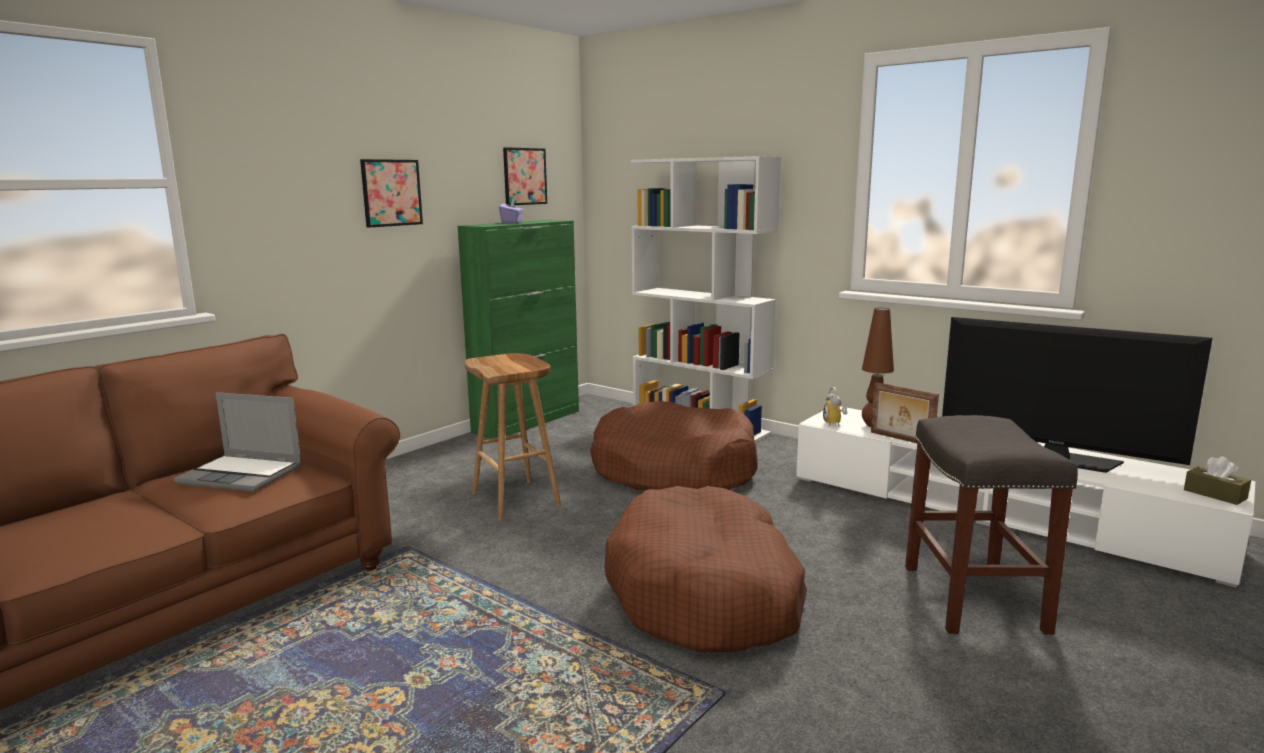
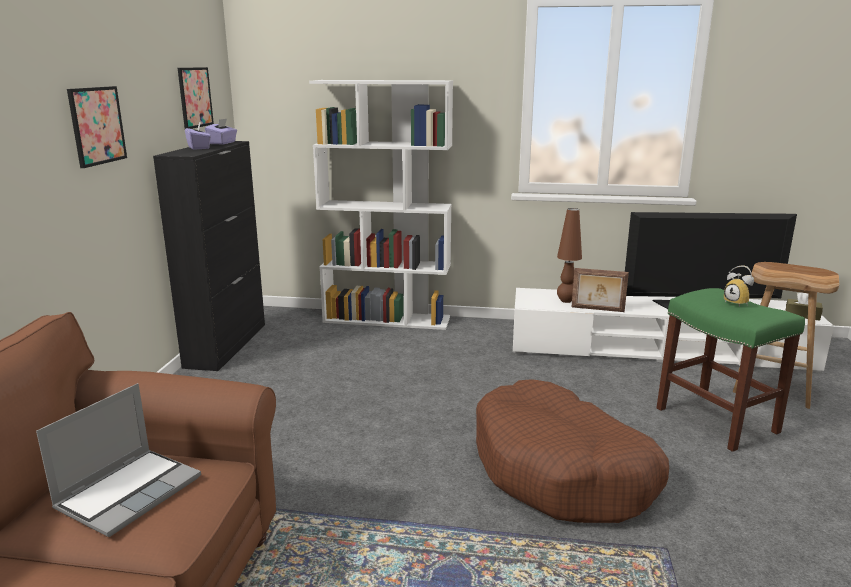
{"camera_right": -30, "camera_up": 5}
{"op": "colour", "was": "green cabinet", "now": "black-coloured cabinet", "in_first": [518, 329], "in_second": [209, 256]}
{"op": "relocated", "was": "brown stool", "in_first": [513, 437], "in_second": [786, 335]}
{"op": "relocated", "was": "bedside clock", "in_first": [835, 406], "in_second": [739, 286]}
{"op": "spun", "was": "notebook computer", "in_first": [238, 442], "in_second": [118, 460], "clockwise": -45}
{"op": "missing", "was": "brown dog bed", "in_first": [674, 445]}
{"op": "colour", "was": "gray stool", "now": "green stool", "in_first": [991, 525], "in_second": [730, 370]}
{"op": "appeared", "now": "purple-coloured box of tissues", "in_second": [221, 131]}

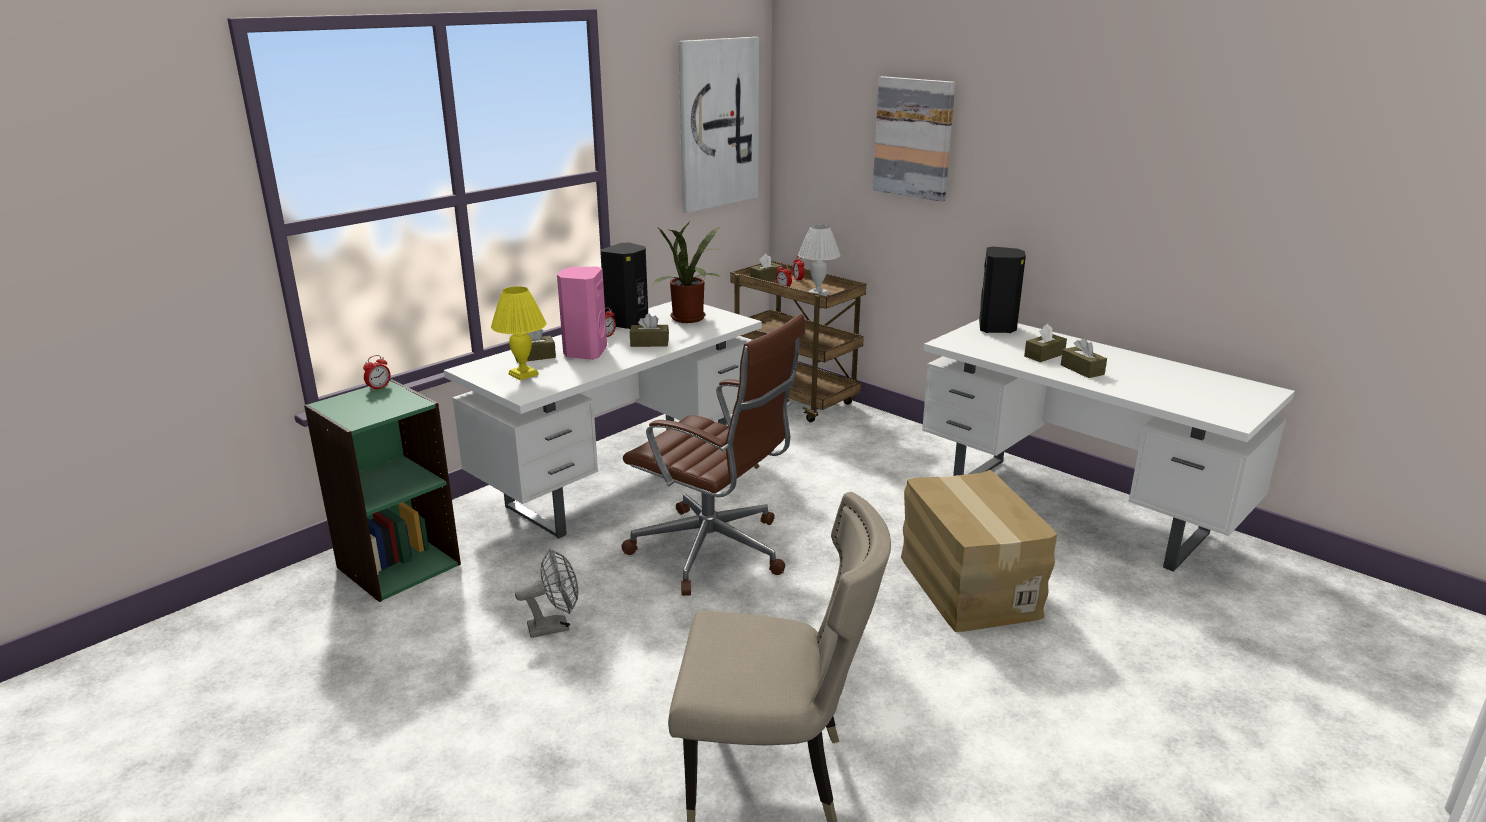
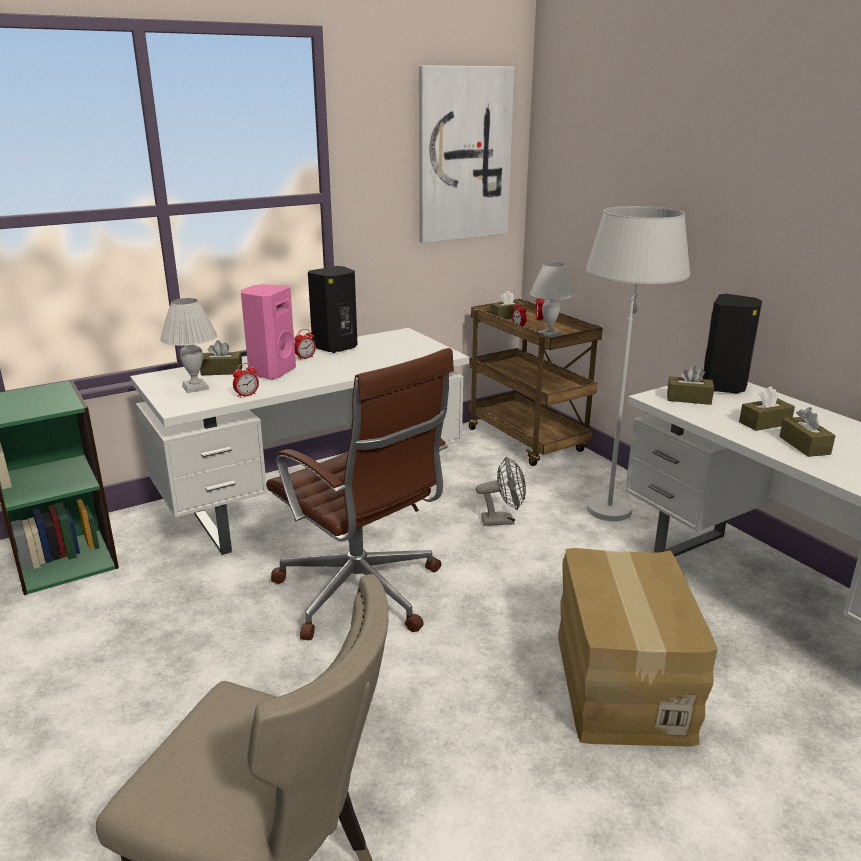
{"camera_right": 15, "camera_up": 0}
{"op": "missing", "was": "picture", "in_first": [914, 139]}
{"op": "missing", "was": "potted plant", "in_first": [687, 271]}
{"op": "colour", "was": "yellow-coloured tabletop lamp", "now": "whitish tabletop lamp", "in_first": [519, 333], "in_second": [189, 345]}
{"op": "relocated", "was": "brown box of tissues", "in_first": [649, 330], "in_second": [690, 385]}
{"op": "relocated", "was": "bedside clock", "in_first": [376, 373], "in_second": [246, 380]}
{"op": "relocated", "was": "gray fan", "in_first": [546, 593], "in_second": [501, 491]}
{"op": "appeared", "now": "whitish standard lamp", "in_second": [638, 363]}

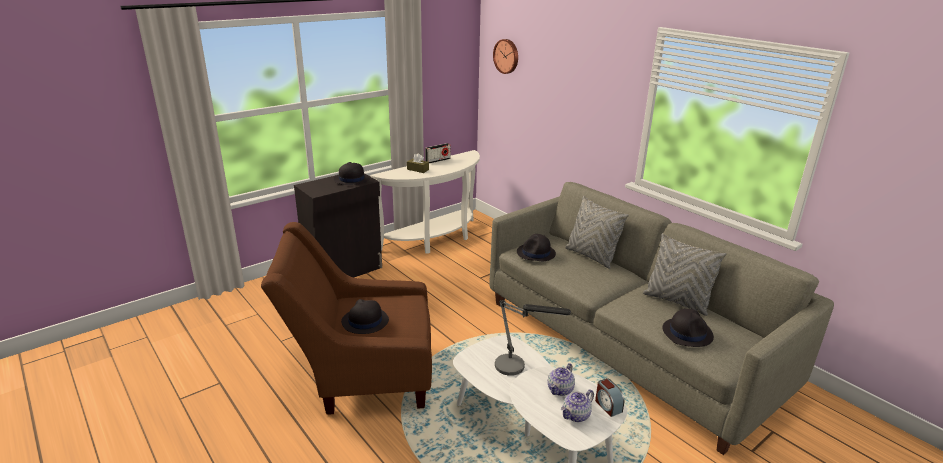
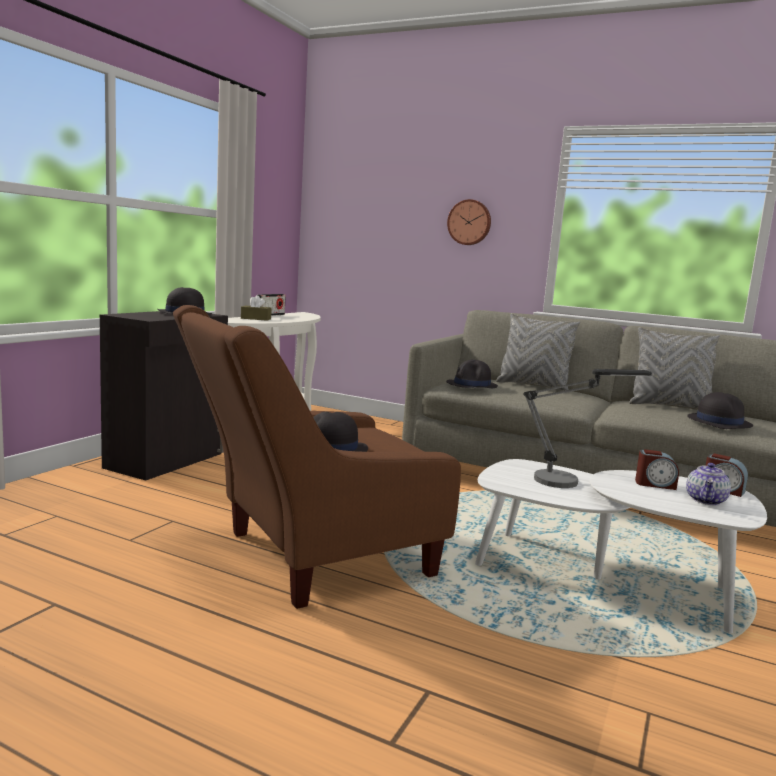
{"camera_right": -25, "camera_up": -15}
{"op": "relocated", "was": "hanging clock", "in_first": [505, 56], "in_second": [469, 222]}
{"op": "exchanged", "was": "teapot", "now": "bedside clock", "in_first": [561, 379], "in_second": [657, 469]}

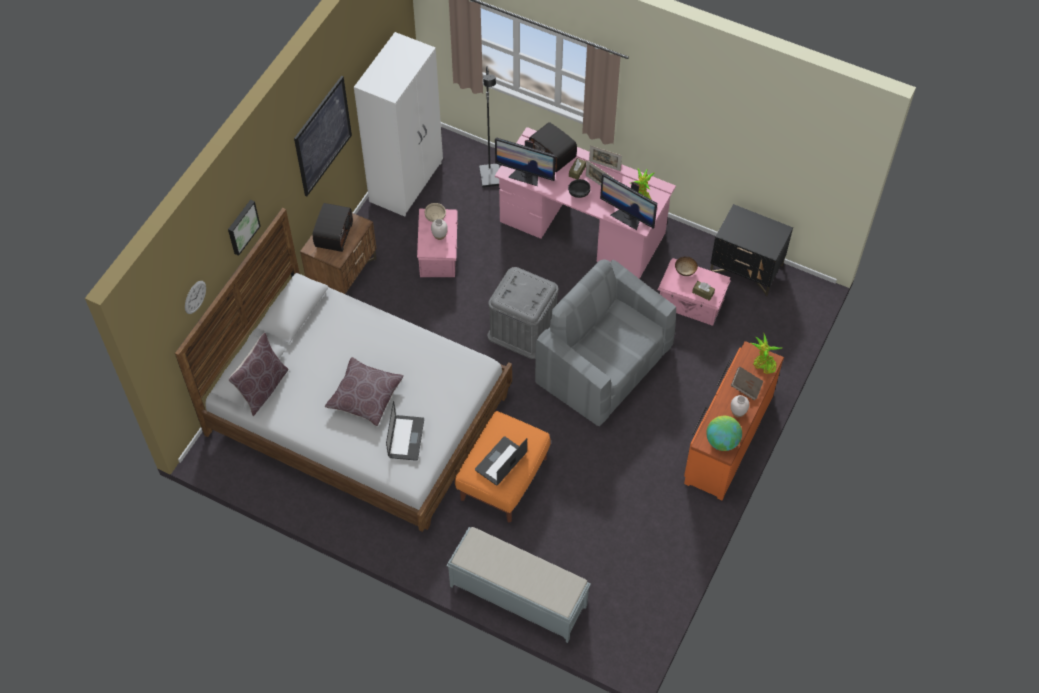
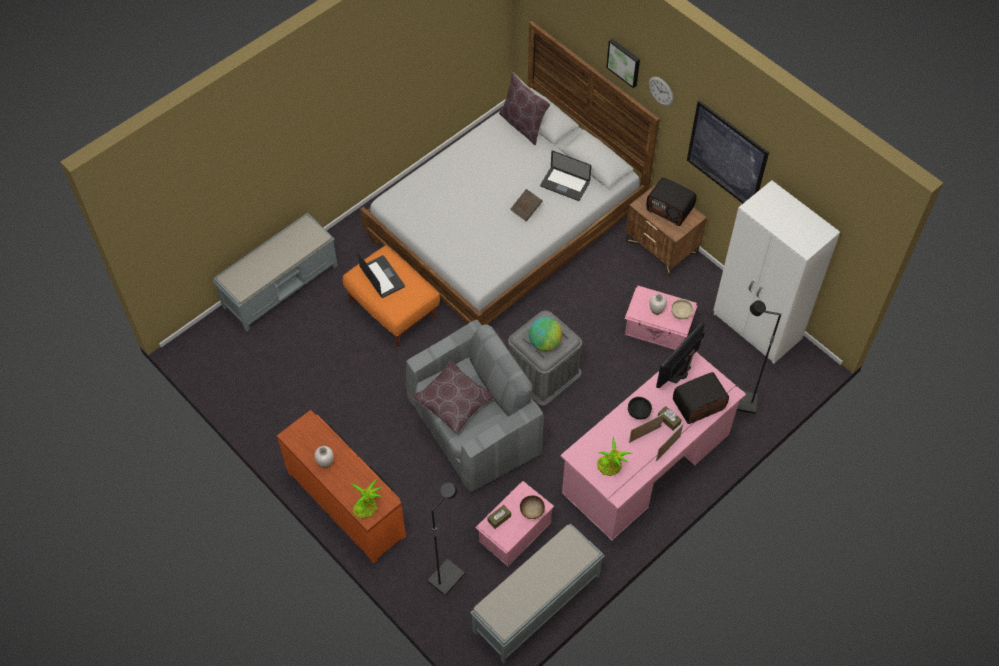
{"camera_right": 110, "camera_up": 0}
{"op": "missing", "was": "computer display", "in_first": [628, 201]}
{"op": "exchanged", "was": "black-coloured nightstand", "now": "gray indoor bench", "in_first": [751, 250], "in_second": [537, 594]}
{"op": "relocated", "was": "hanging clock", "in_first": [195, 297], "in_second": [661, 91]}
{"op": "relocated", "was": "brown throw pillow", "in_first": [364, 391], "in_second": [453, 397]}
{"op": "relocated", "was": "brown volume", "in_first": [747, 383], "in_second": [526, 205]}
{"op": "relocated", "was": "notebook computer", "in_first": [405, 431], "in_second": [566, 176]}
{"op": "relocated", "was": "globe", "in_first": [724, 433], "in_second": [545, 334]}
{"op": "appeared", "now": "black-coloured standard lamp", "in_second": [446, 539]}

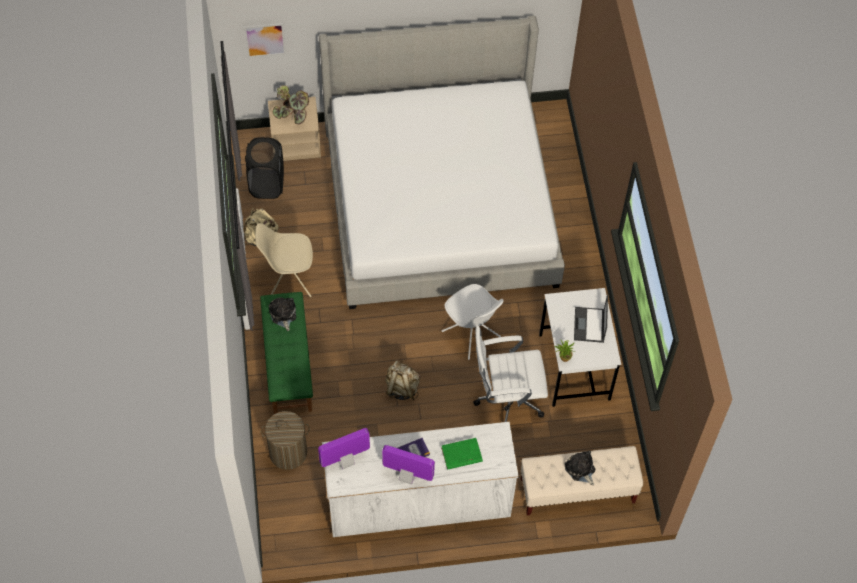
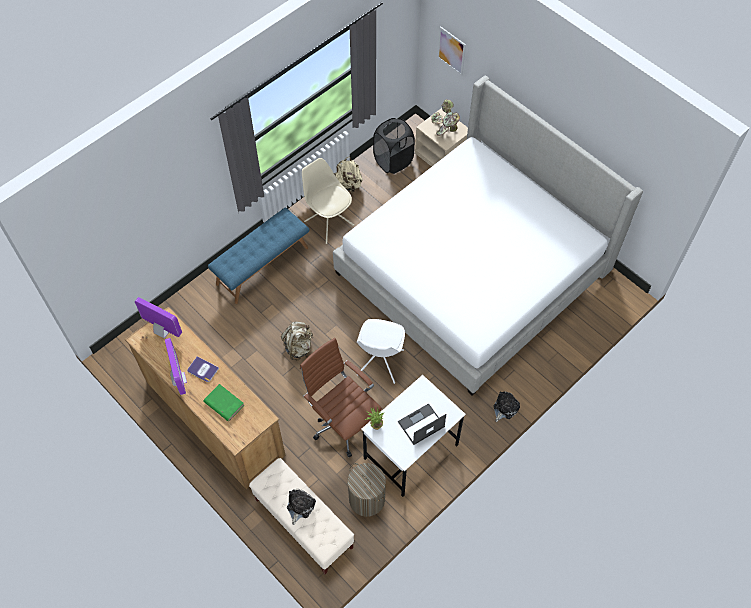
{"camera_right": 55, "camera_up": 0}
{"op": "colour", "was": "green indoor bench", "now": "bluish indoor bench", "in_first": [286, 353], "in_second": [258, 256]}
{"op": "relocated", "was": "cuddly toy", "in_first": [282, 314], "in_second": [506, 407]}
{"op": "colour", "was": "whitish office chair", "now": "brown office chair", "in_first": [510, 373], "in_second": [341, 397]}
{"op": "relocated", "was": "hamper", "in_first": [285, 440], "in_second": [366, 490]}
{"op": "colour", "was": "whitish chest of drawers", "now": "brown chest of drawers", "in_first": [420, 479], "in_second": [205, 398]}

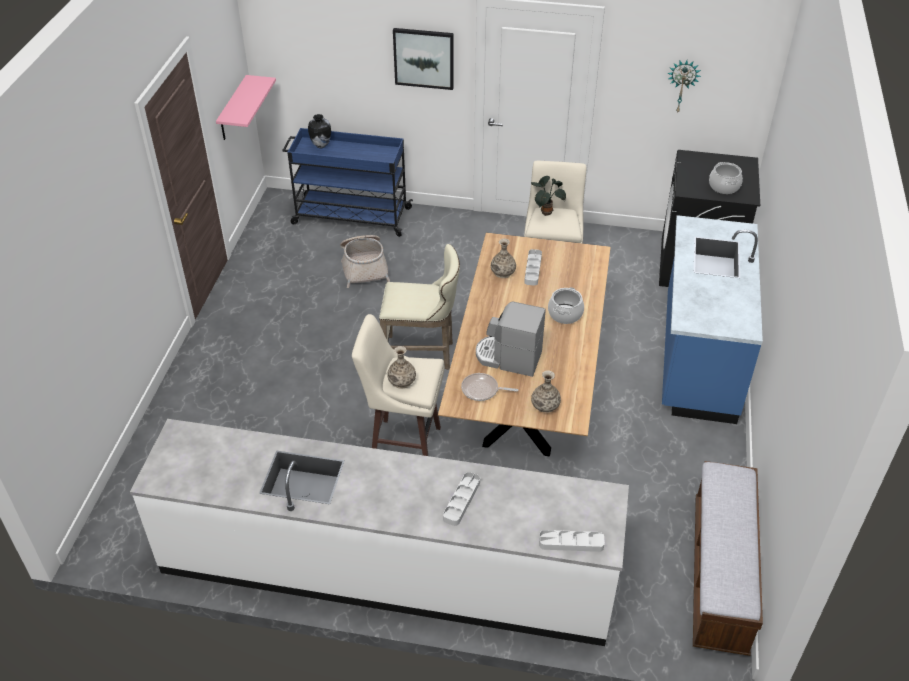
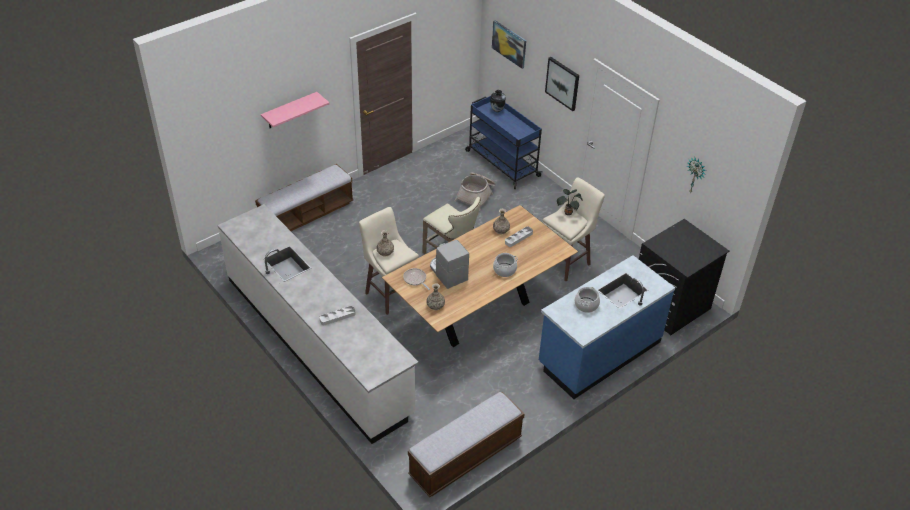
{"camera_right": 40, "camera_up": 0}
{"op": "relocated", "was": "pink-coloured wall shelf", "in_first": [246, 107], "in_second": [295, 110]}
{"op": "relocated", "was": "cooking pot", "in_first": [726, 178], "in_second": [587, 300]}
{"op": "missing", "was": "gray tray", "in_first": [572, 541]}
{"op": "appeared", "now": "picture", "in_second": [509, 44]}
{"op": "appeared", "now": "indoor bench", "in_second": [304, 197]}

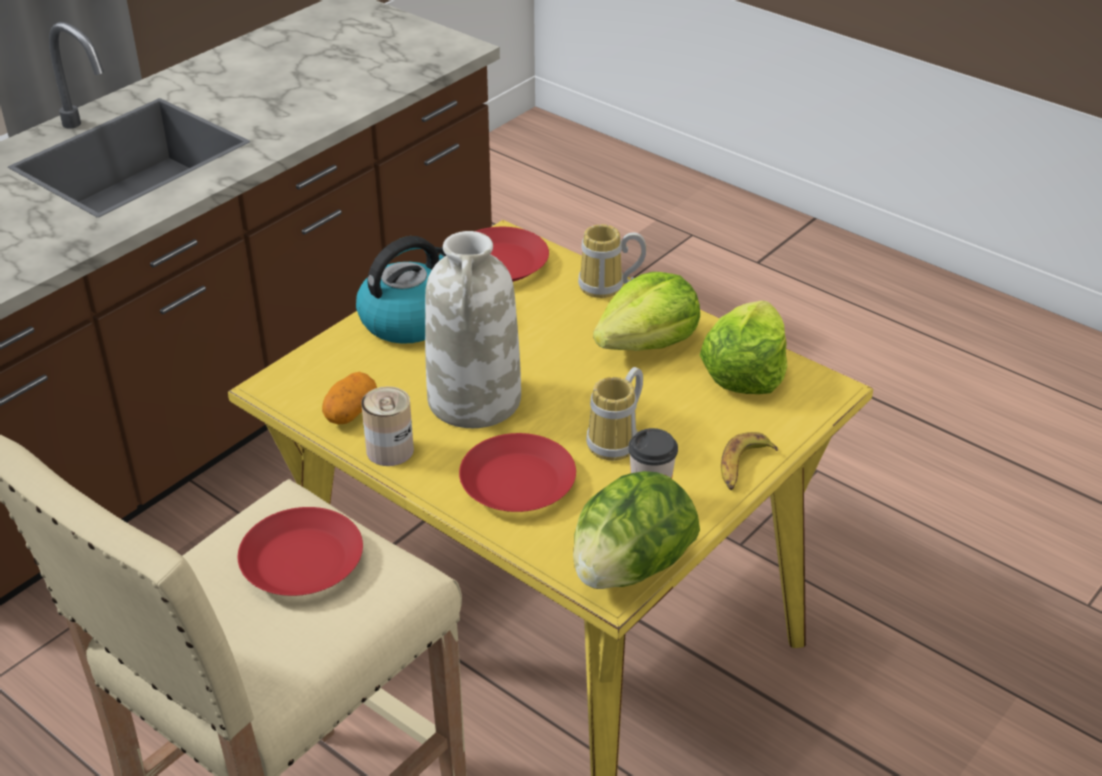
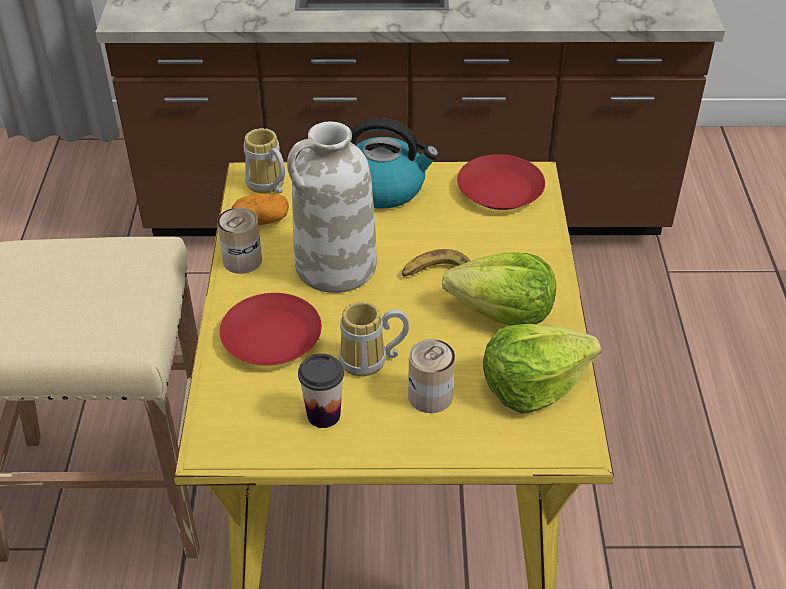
{"camera_right": 50, "camera_up": 5}
{"op": "relocated", "was": "mug", "in_first": [612, 261], "in_second": [264, 161]}
{"op": "relocated", "was": "banana", "in_first": [749, 461], "in_second": [436, 263]}
{"op": "missing", "was": "lettuce", "in_first": [636, 530]}
{"op": "missing", "was": "red-coloured flat dish", "in_first": [300, 551]}
{"op": "appeared", "now": "can", "in_second": [431, 376]}

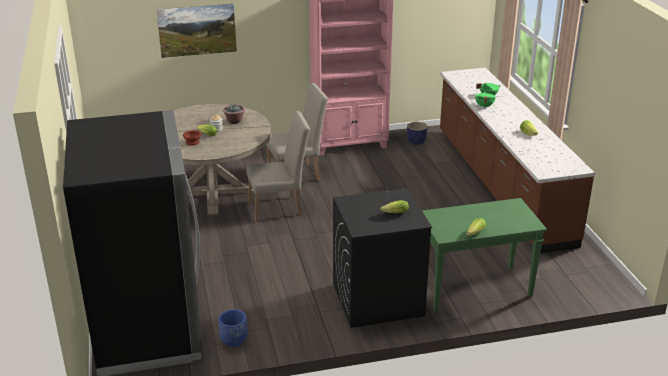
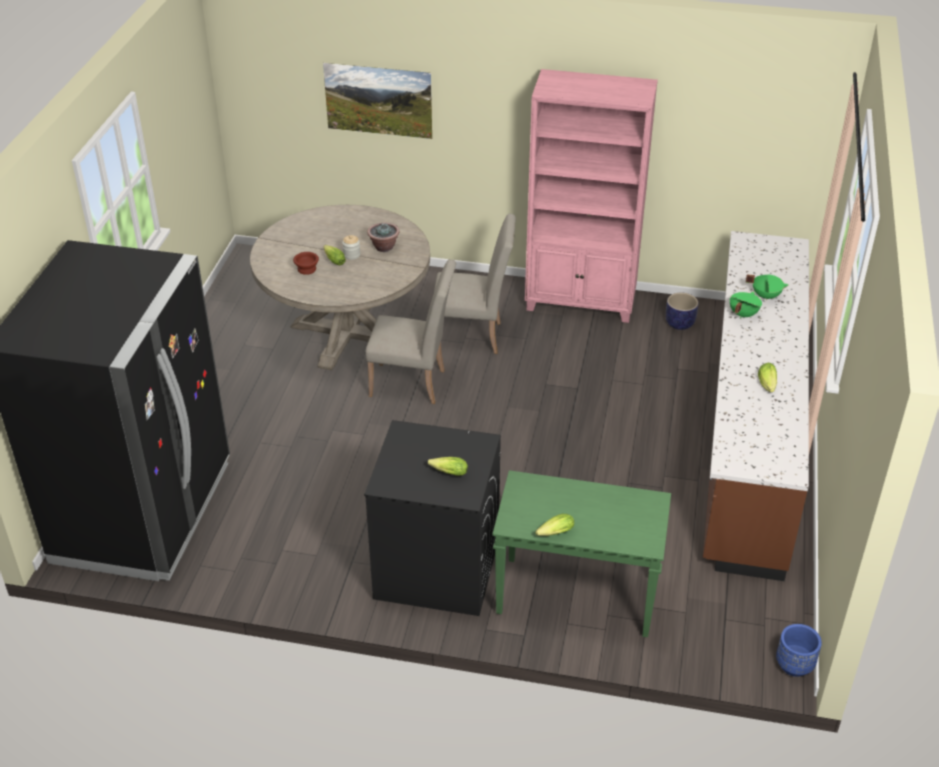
{"camera_right": 25, "camera_up": 10}
{"op": "relocated", "was": "bluish planter", "in_first": [233, 328], "in_second": [799, 650]}

